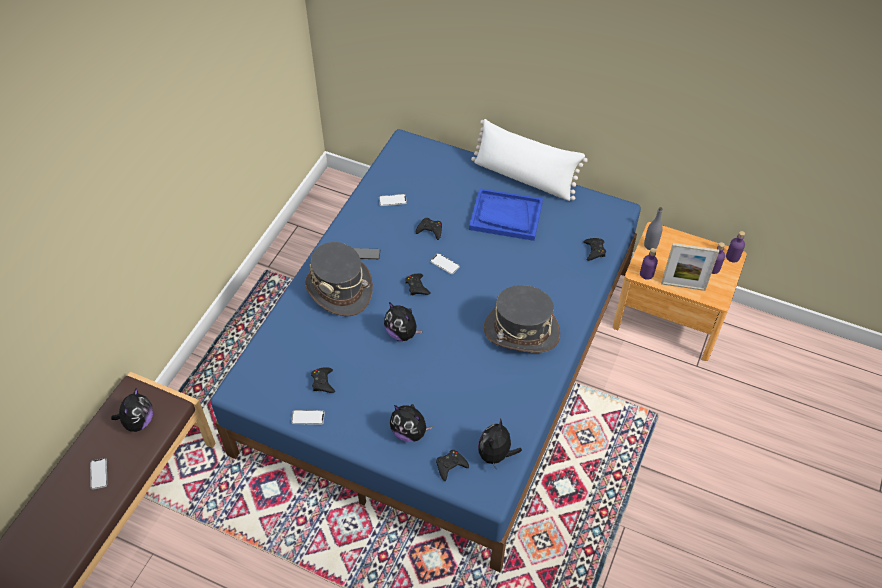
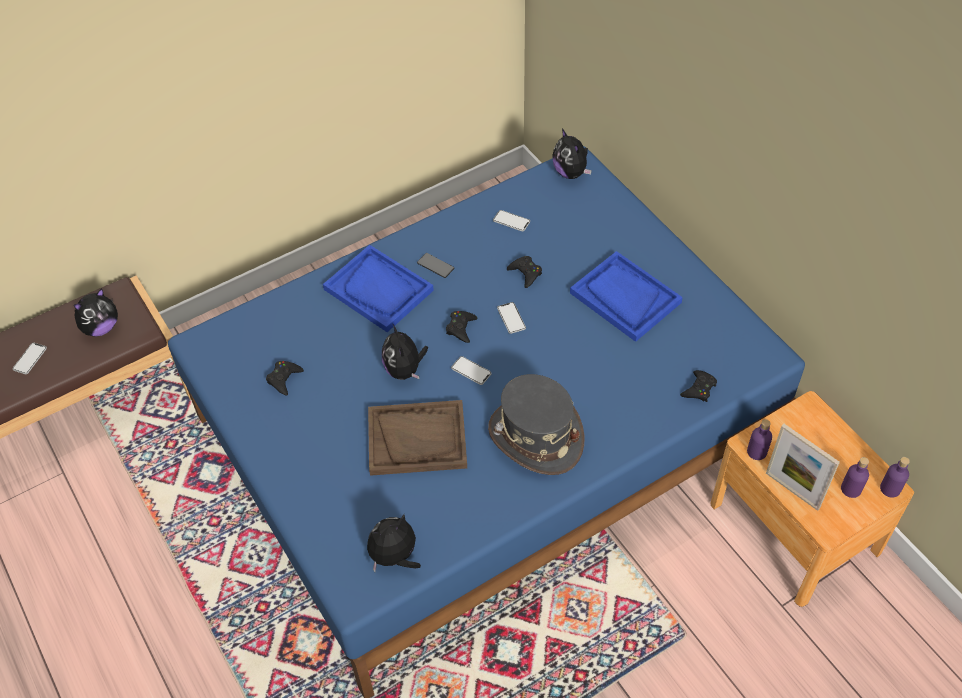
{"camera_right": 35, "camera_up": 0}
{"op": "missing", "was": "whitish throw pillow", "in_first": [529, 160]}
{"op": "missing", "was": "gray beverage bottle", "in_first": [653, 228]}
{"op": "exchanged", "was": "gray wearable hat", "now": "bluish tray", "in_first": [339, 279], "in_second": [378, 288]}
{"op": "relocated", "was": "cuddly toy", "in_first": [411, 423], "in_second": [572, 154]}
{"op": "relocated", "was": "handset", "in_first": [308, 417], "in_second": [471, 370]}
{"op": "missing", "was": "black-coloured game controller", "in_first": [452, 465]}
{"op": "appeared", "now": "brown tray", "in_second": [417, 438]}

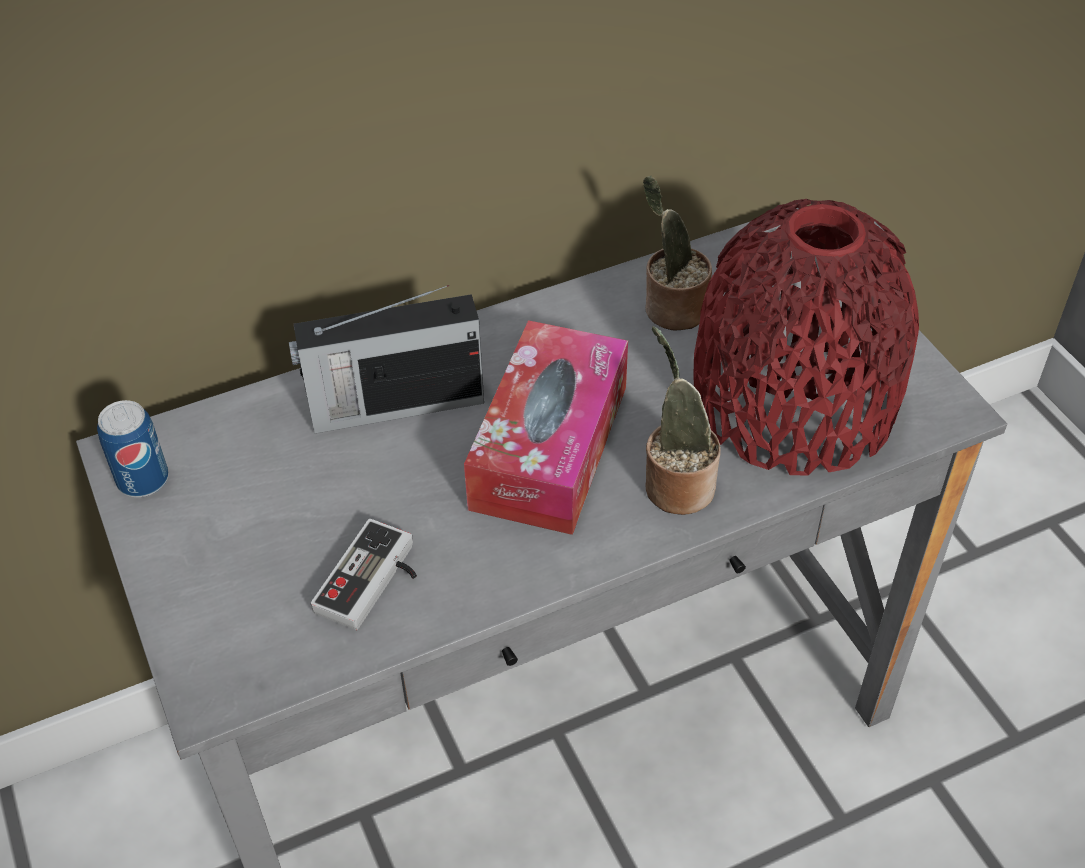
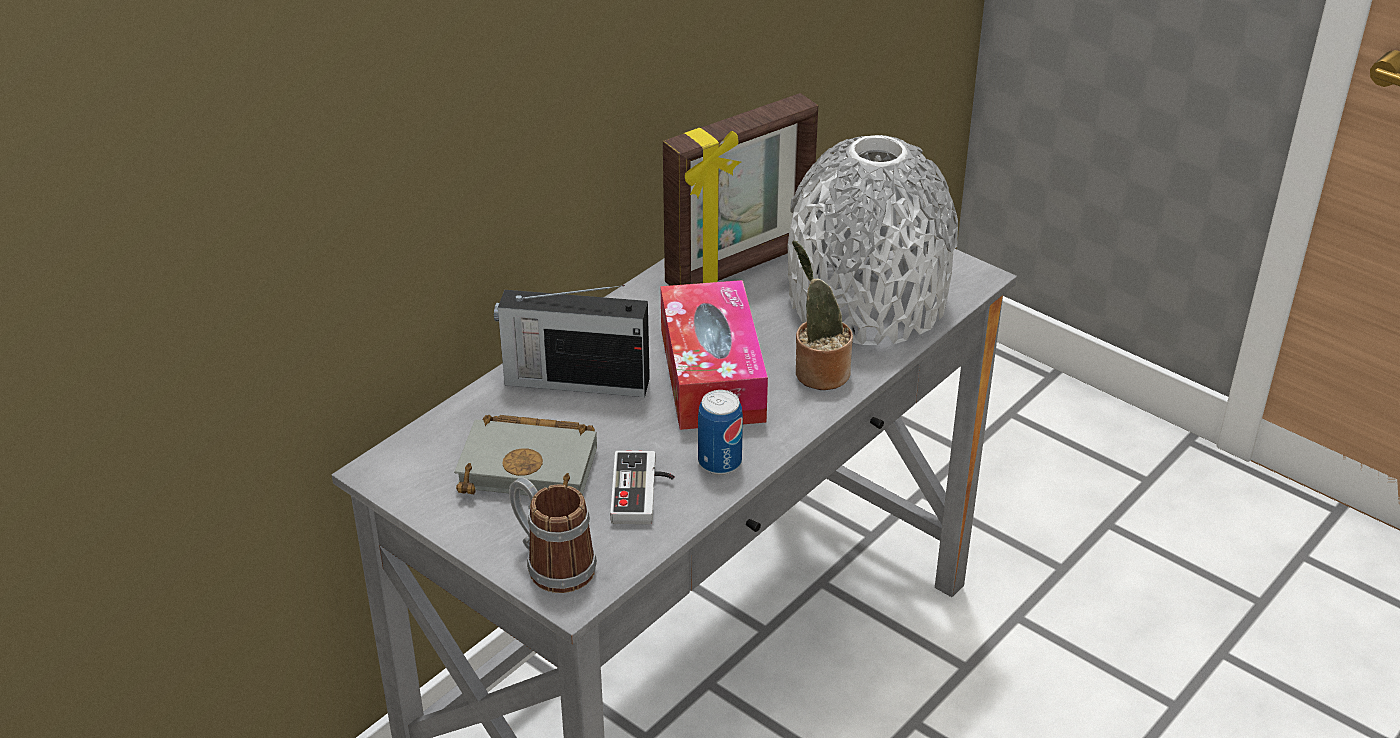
{"camera_right": -25, "camera_up": -10}
{"op": "exchanged", "was": "potted plant", "now": "standing frame", "in_first": [677, 253], "in_second": [740, 189]}
{"op": "colour", "was": "red-coloured flower vase", "now": "gray flower vase", "in_first": [806, 337], "in_second": [872, 240]}
{"op": "spun", "was": "radio", "in_first": [386, 359], "in_second": [572, 341], "clockwise": 45}
{"op": "relocated", "was": "can", "in_first": [133, 448], "in_second": [720, 432]}
{"op": "appeared", "now": "gray volume", "in_second": [525, 455]}
{"op": "appeared", "now": "mug", "in_second": [553, 535]}

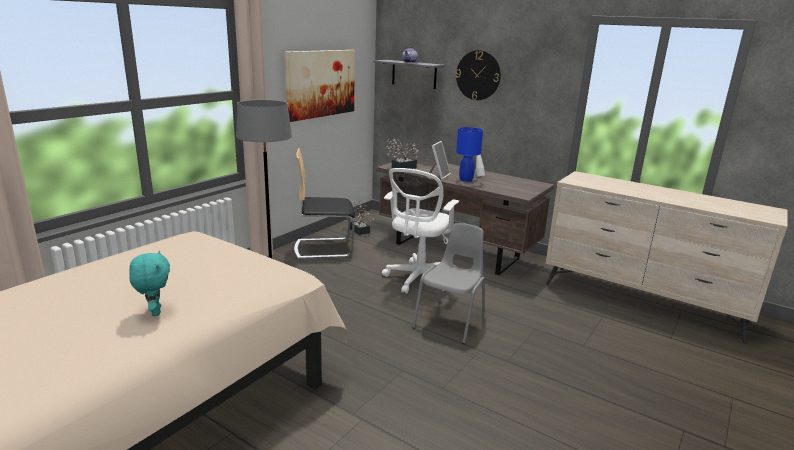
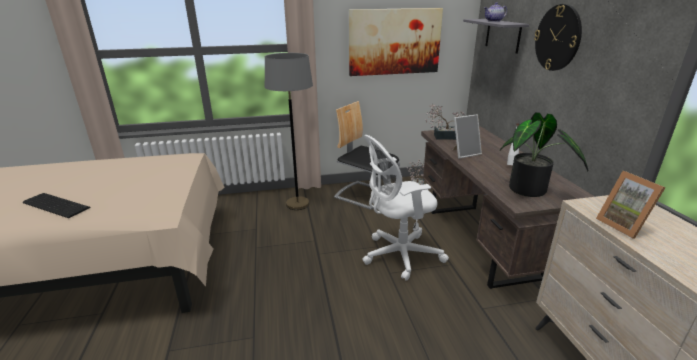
{"camera_right": 45, "camera_up": 5}
{"op": "missing", "was": "bluish tabletop lamp", "in_first": [469, 154]}
{"op": "missing", "was": "gray plain chair", "in_first": [448, 283]}
{"op": "exchanged", "was": "turquoise cuddly toy", "now": "keyboard", "in_first": [149, 283], "in_second": [56, 205]}
{"op": "appeared", "now": "potted plant", "in_second": [544, 154]}
{"op": "appeared", "now": "standing frame", "in_second": [631, 205]}

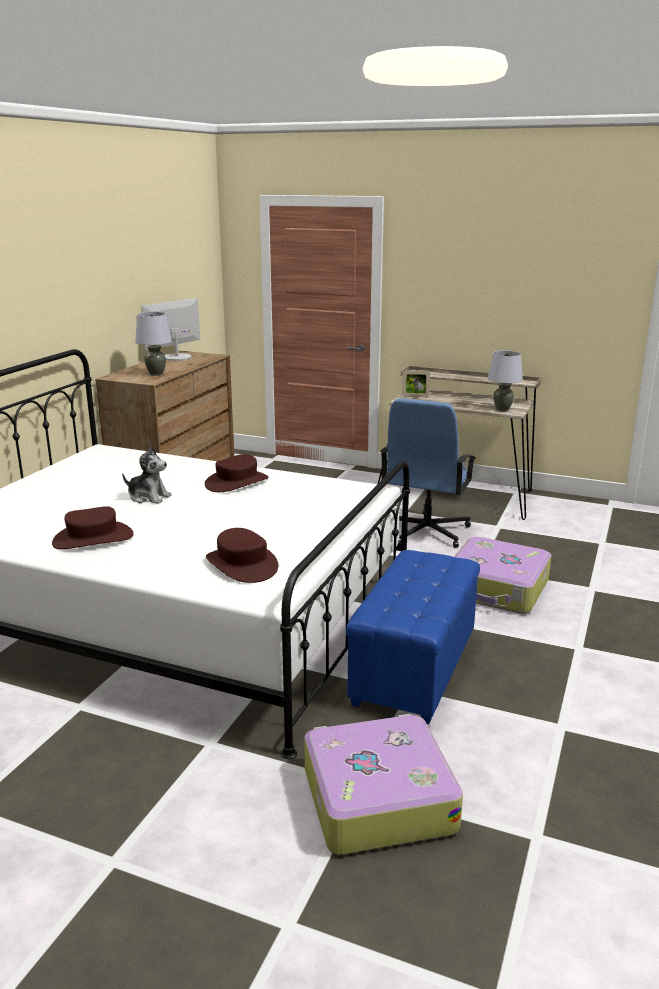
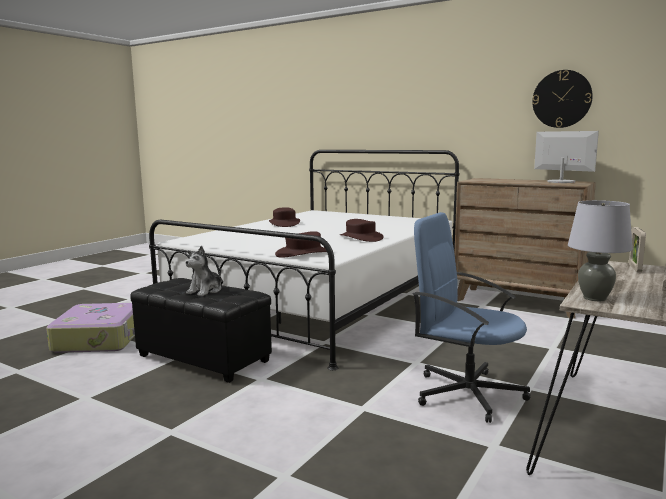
{"camera_right": 100, "camera_up": -10}
{"op": "missing", "was": "gray tabletop lamp", "in_first": [153, 344]}
{"op": "relocated", "was": "cuddly toy", "in_first": [147, 474], "in_second": [203, 271]}
{"op": "relocated", "was": "brown wearable hat", "in_first": [242, 555], "in_second": [301, 244]}
{"op": "missing", "was": "suitcase", "in_first": [502, 575]}
{"op": "colour", "was": "bluish ottoman", "now": "black-coloured ottoman", "in_first": [413, 637], "in_second": [201, 330]}
{"op": "appeared", "now": "hanging clock", "in_second": [562, 99]}

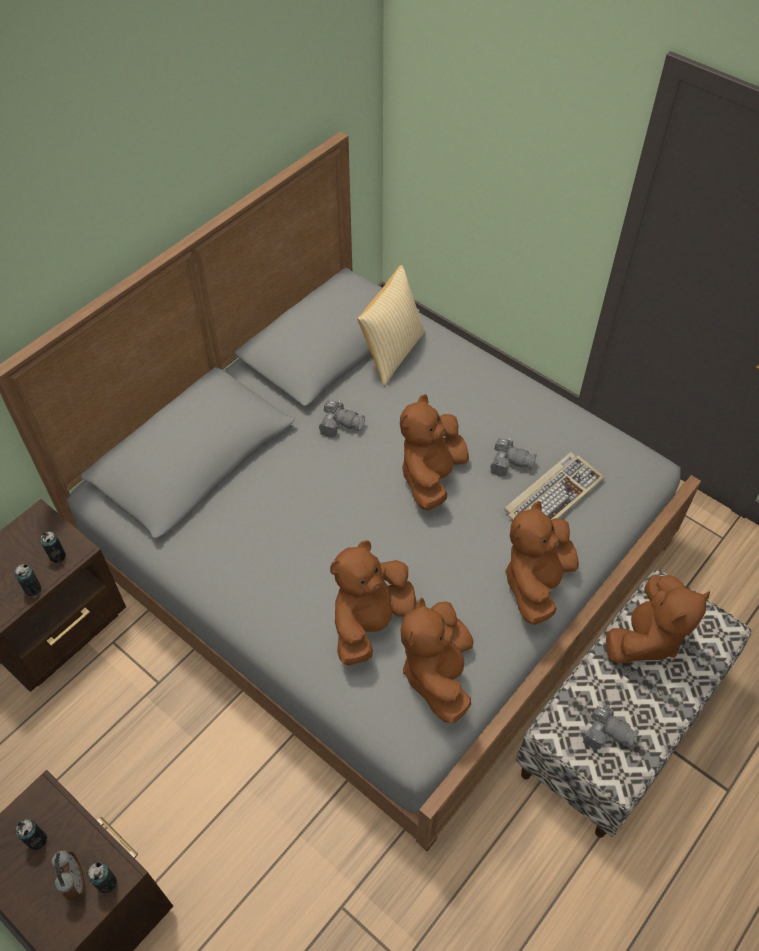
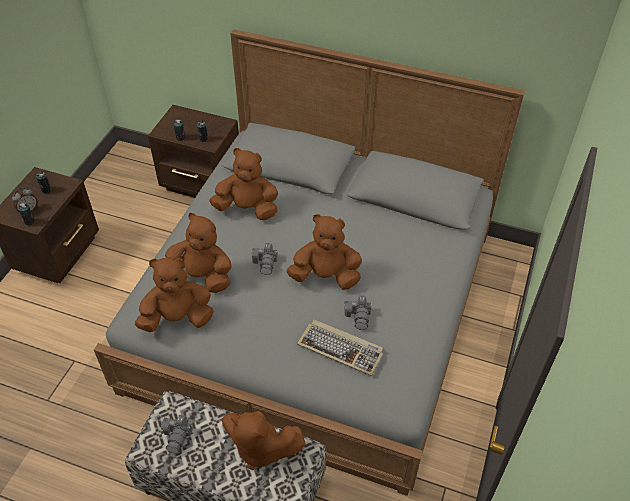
{"camera_right": 70, "camera_up": -5}
{"op": "missing", "was": "throw pillow", "in_first": [391, 325]}
{"op": "relocated", "was": "still camera", "in_first": [342, 419], "in_second": [264, 259]}
{"op": "relocated", "was": "brown cuddly toy", "in_first": [542, 563], "in_second": [243, 184]}

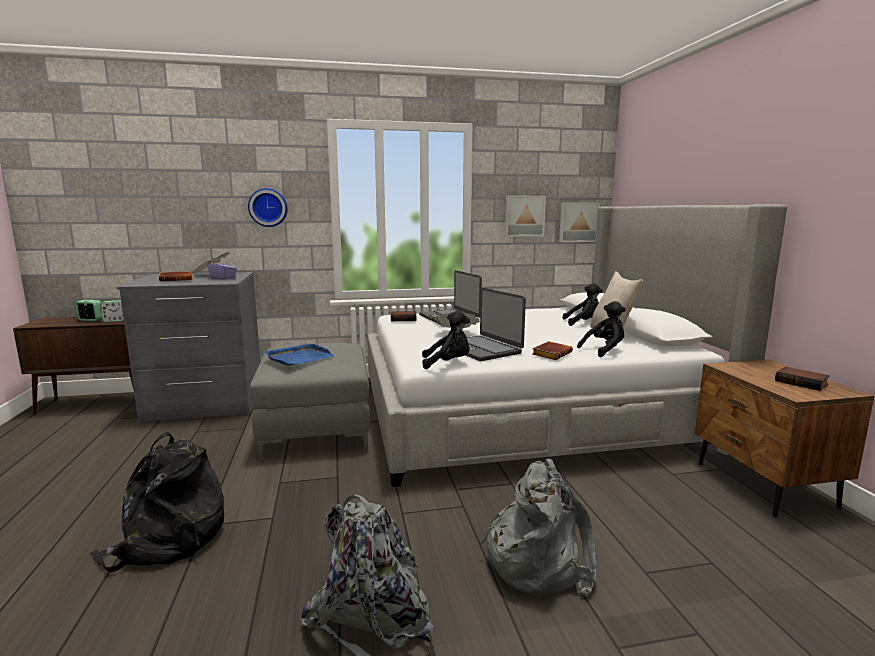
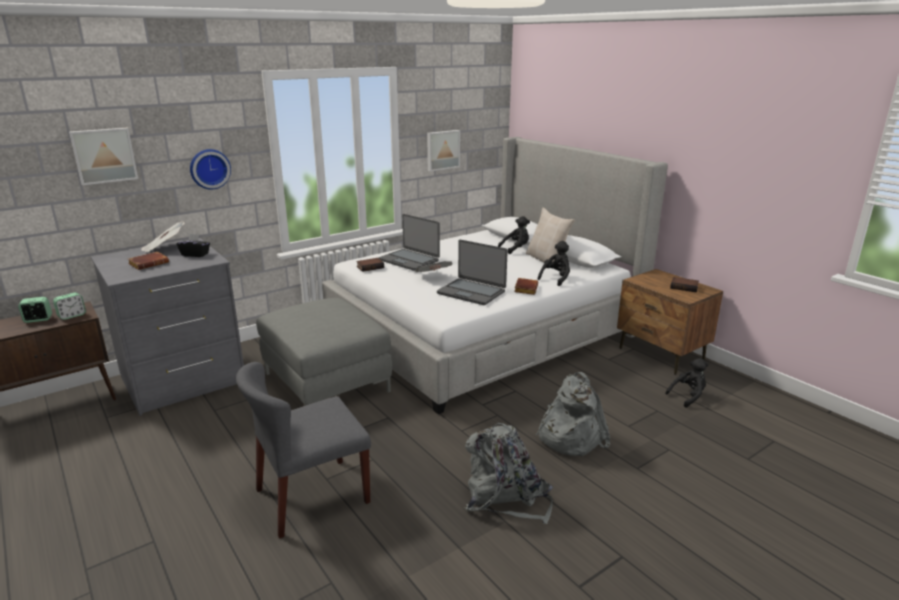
{"camera_right": -25, "camera_up": 10}
{"op": "relocated", "was": "picture", "in_first": [579, 222], "in_second": [103, 156]}
{"op": "colour", "was": "purple-coloured box of tissues", "now": "black-coloured box of tissues", "in_first": [222, 269], "in_second": [193, 245]}
{"op": "relocated", "was": "black-coloured cuddly toy", "in_first": [446, 340], "in_second": [686, 382]}
{"op": "missing", "was": "bluish tray", "in_first": [300, 355]}
{"op": "exchanged", "was": "black-coloured rucksack", "now": "gray plain chair", "in_first": [157, 502], "in_second": [303, 450]}

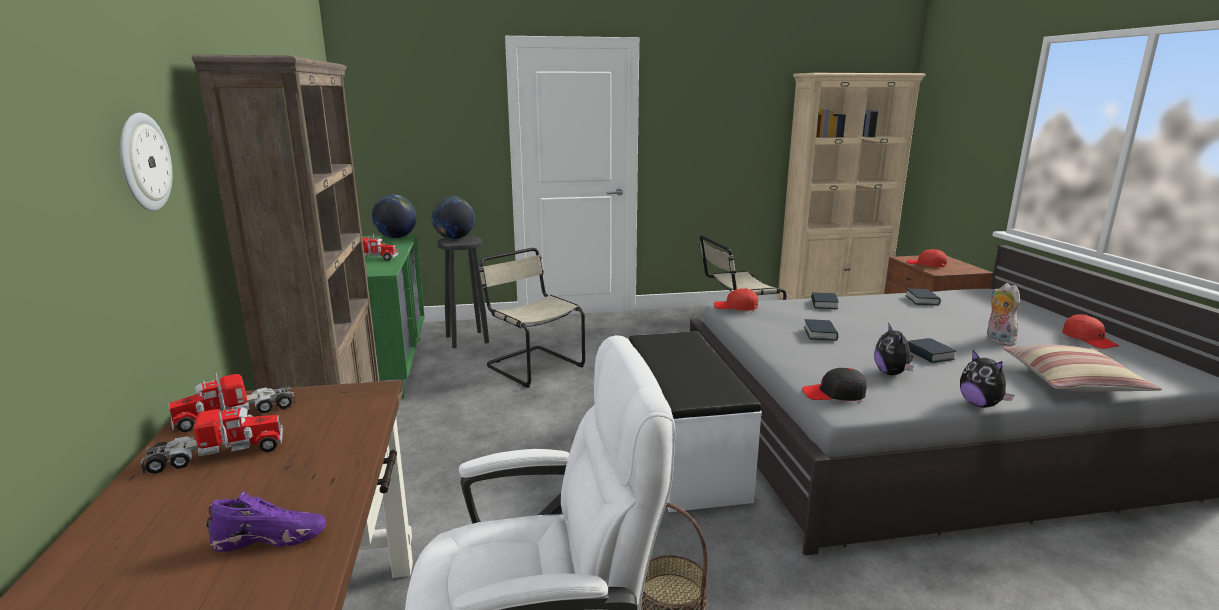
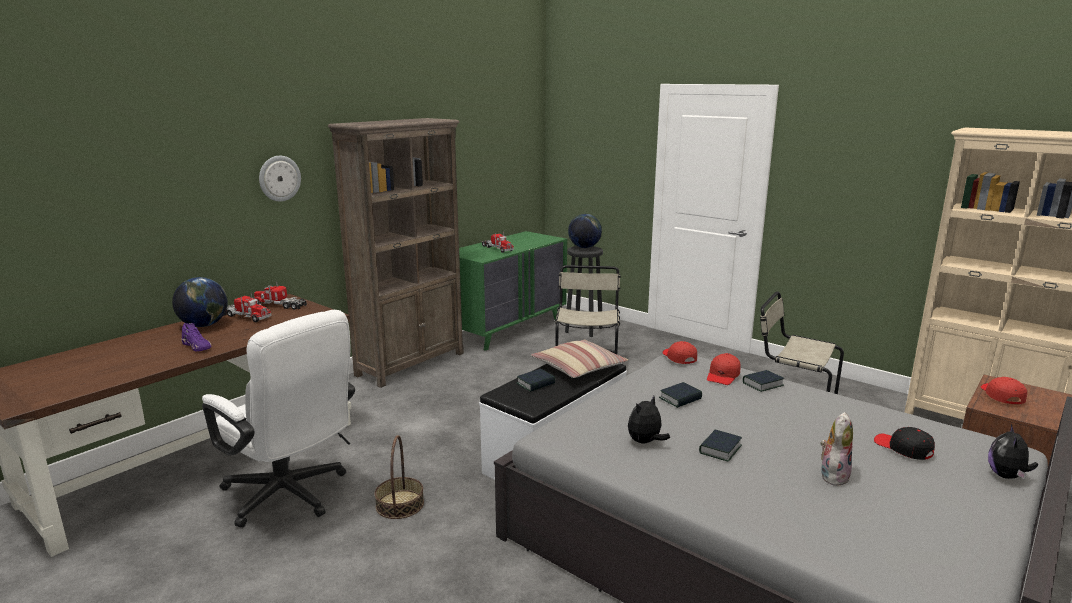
{"camera_right": 50, "camera_up": 0}
{"op": "relocated", "was": "globe", "in_first": [394, 216], "in_second": [200, 302]}
{"op": "relocated", "was": "volume", "in_first": [923, 297], "in_second": [536, 380]}
{"op": "relocated", "was": "red-coloured peaked cap", "in_first": [1090, 331], "in_second": [724, 369]}
{"op": "relocated", "was": "throw pillow", "in_first": [1082, 368], "in_second": [579, 359]}
{"op": "relocated", "was": "cuddly toy", "in_first": [987, 379], "in_second": [1013, 451]}
{"op": "relocated", "was": "black-coloured peaked cap", "in_first": [834, 384], "in_second": [904, 443]}

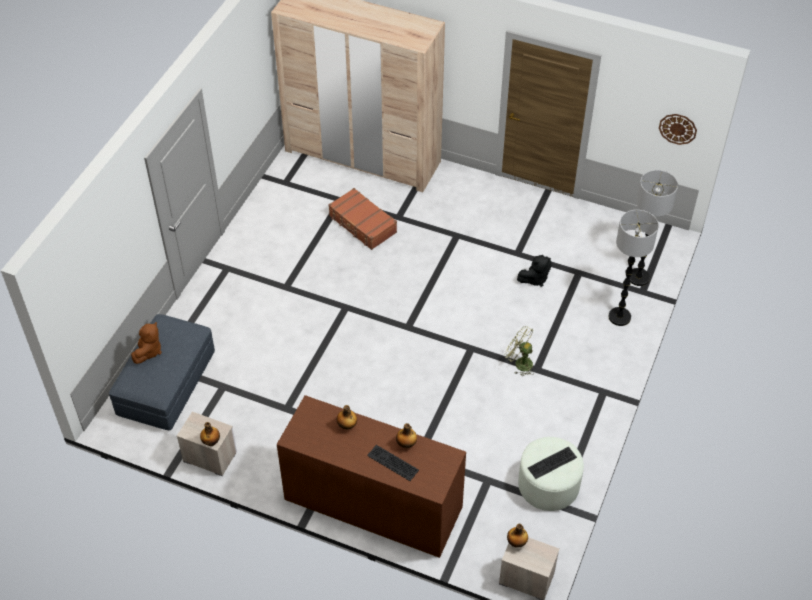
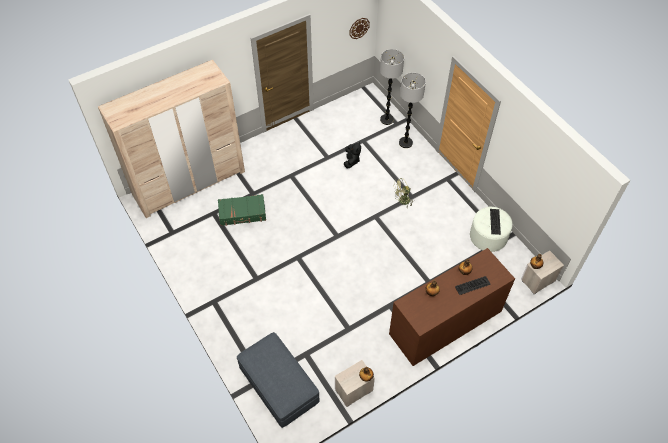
{"camera_right": -55, "camera_up": 5}
{"op": "colour", "was": "brown suitcase", "now": "green suitcase", "in_first": [362, 219], "in_second": [242, 210]}
{"op": "missing", "was": "brown cuddly toy", "in_first": [146, 343]}

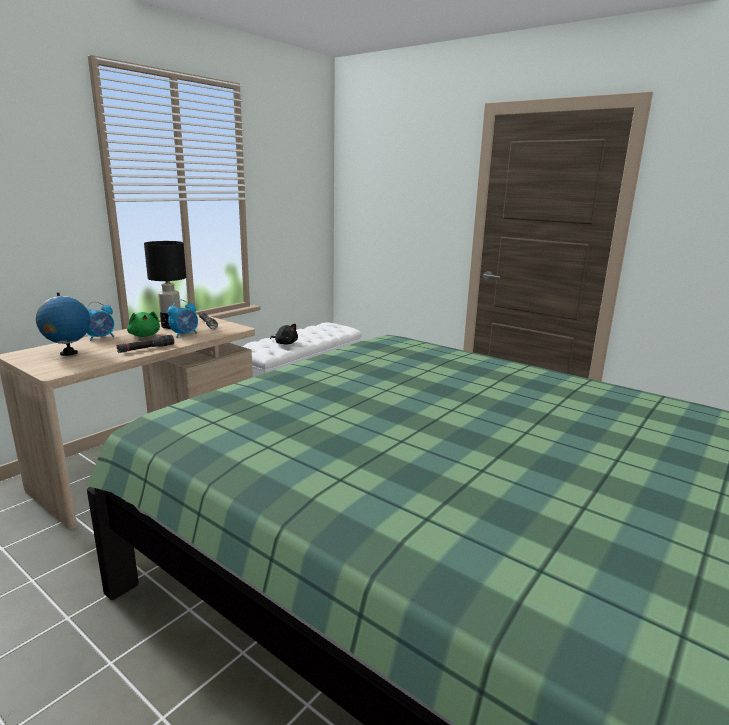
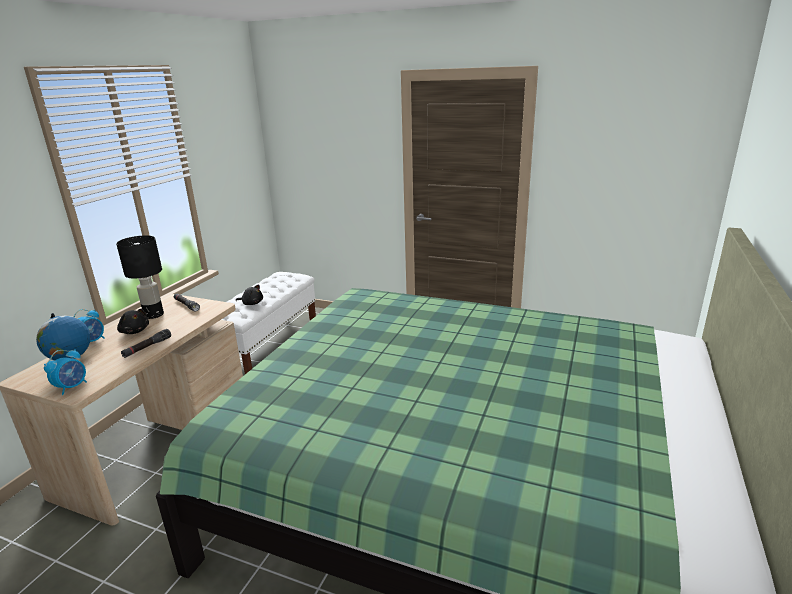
{"camera_right": -15, "camera_up": 5}
{"op": "relocated", "was": "bedside clock", "in_first": [182, 319], "in_second": [65, 372]}
{"op": "colour", "was": "green cuddly toy", "now": "black-coloured cuddly toy", "in_first": [143, 324], "in_second": [133, 321]}

